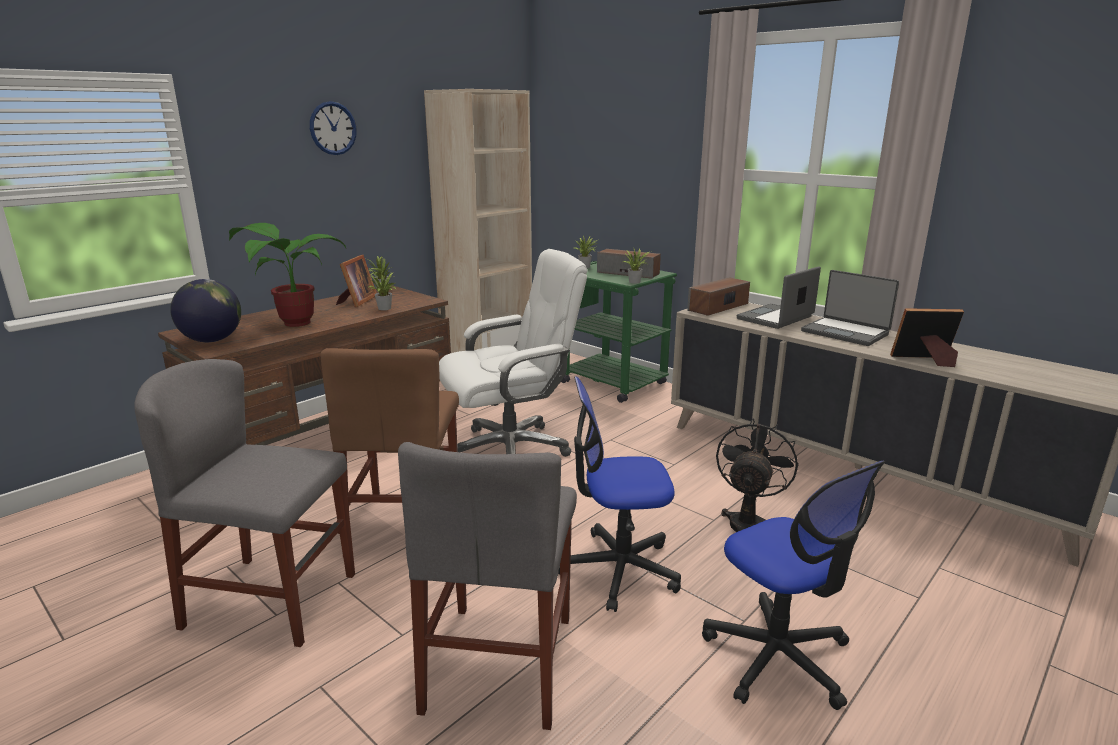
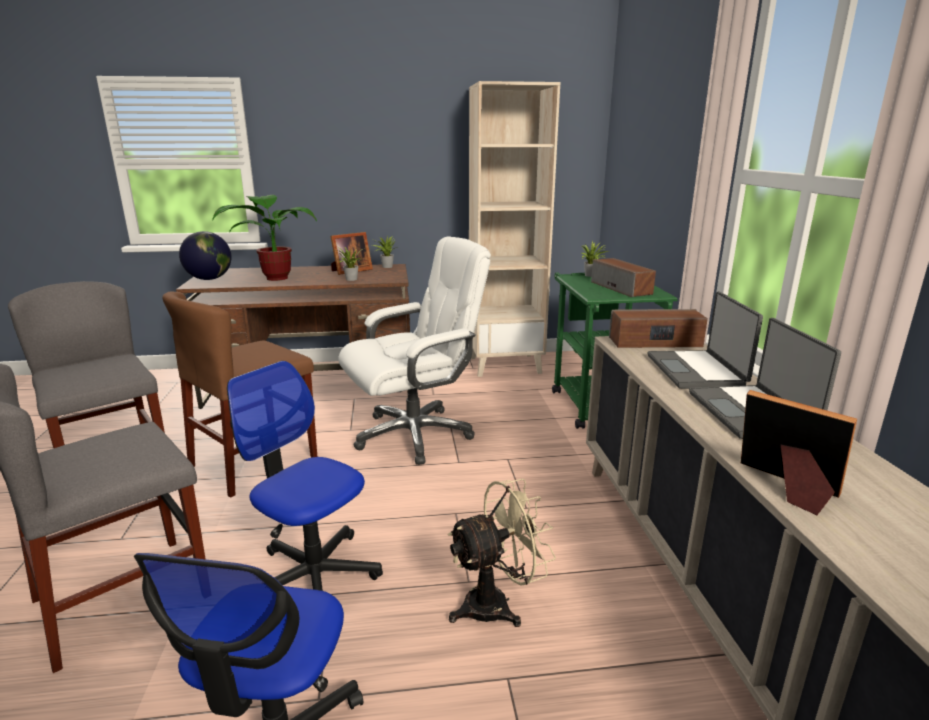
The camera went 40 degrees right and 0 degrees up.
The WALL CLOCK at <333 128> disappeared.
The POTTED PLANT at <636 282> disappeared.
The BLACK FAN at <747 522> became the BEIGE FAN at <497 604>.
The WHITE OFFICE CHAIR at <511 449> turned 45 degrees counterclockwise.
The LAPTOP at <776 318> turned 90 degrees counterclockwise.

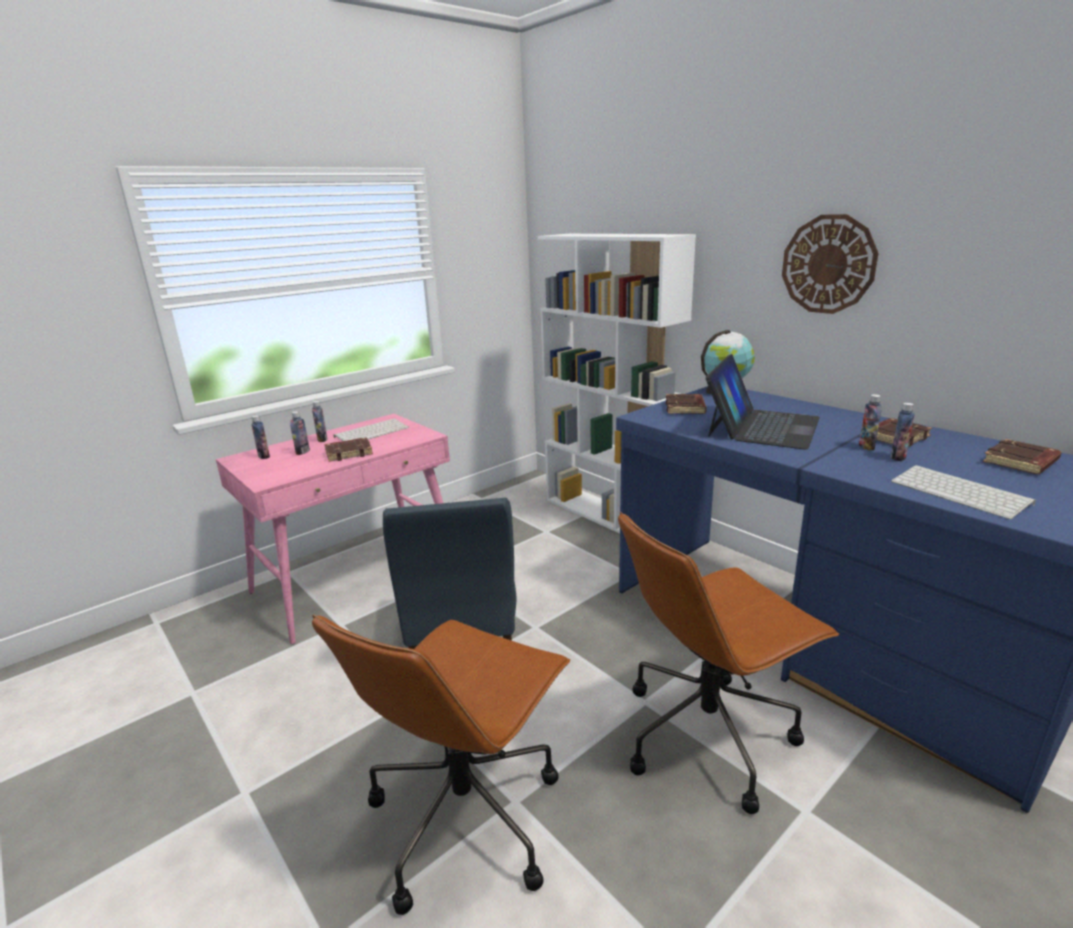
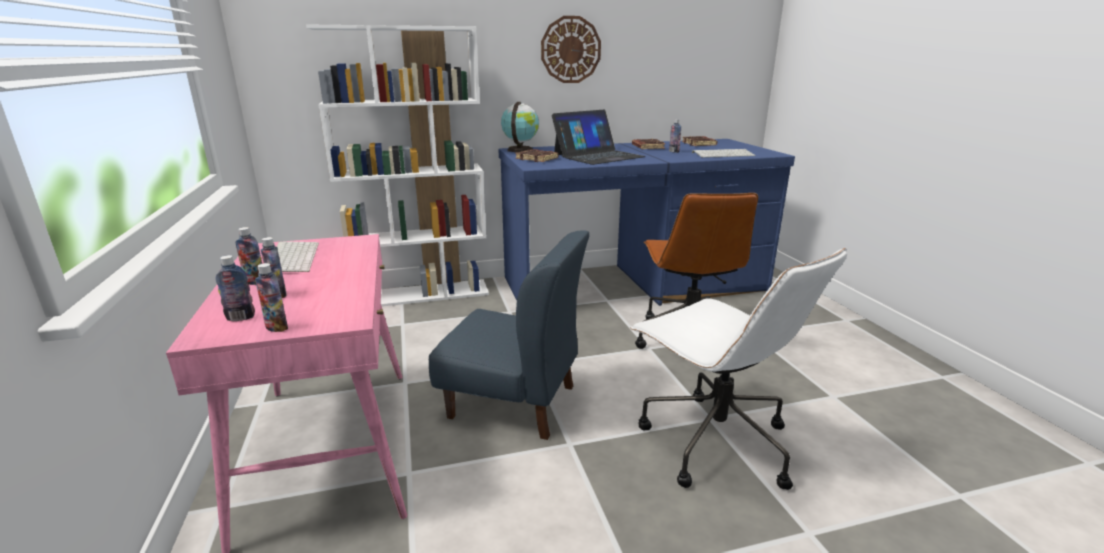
The camera went 65 degrees left and 0 degrees up.
The BROWN BOOK at <349 453> disappeared.
The BOTTLE moved from <866 447> to <276 328>.
The BROWN OFFICE CHAIR at <466 815> became the WHITE OFFICE CHAIR at <713 442>.
The LAPTOP at <762 426> turned 90 degrees clockwise.

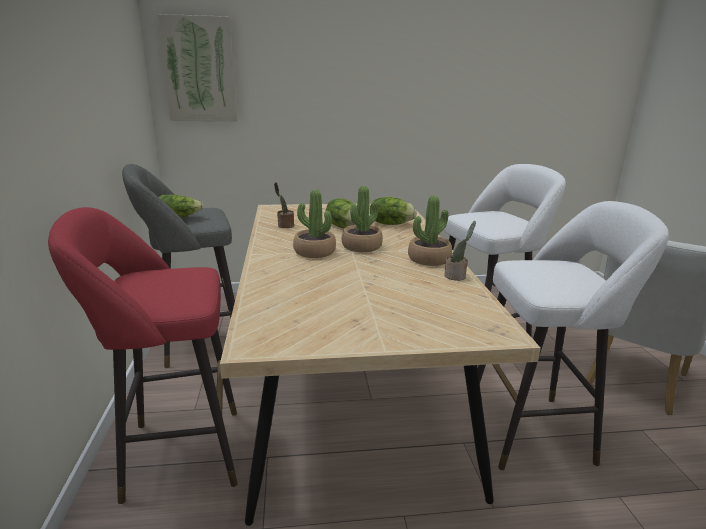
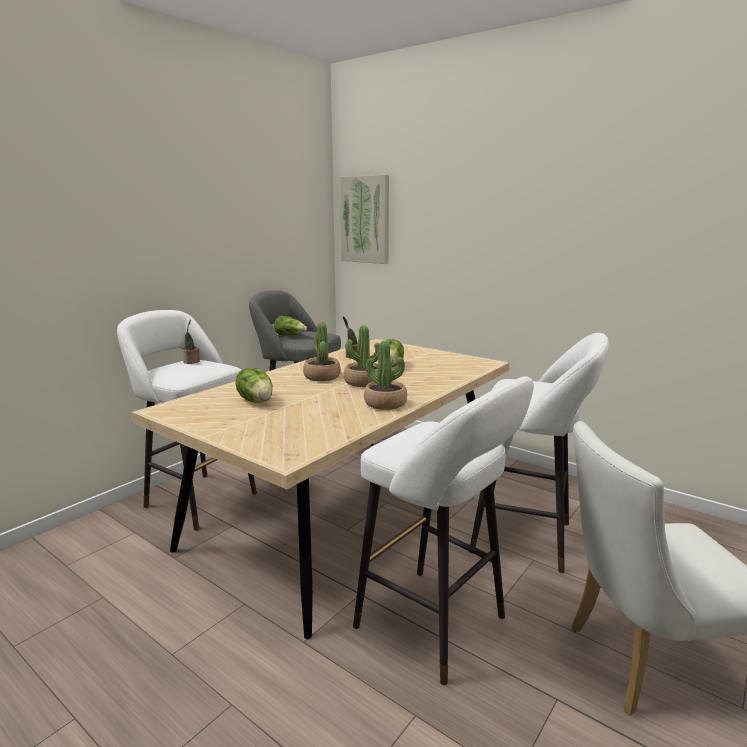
The camera went 45 degrees right and 5 degrees down.
The LETTUCE moved from <390 224> to <256 400>.
The POTTED PLANT moved from <456 276> to <192 362>.
The RED STOOL at <175 454> became the WHITE STOOL at <196 498>.

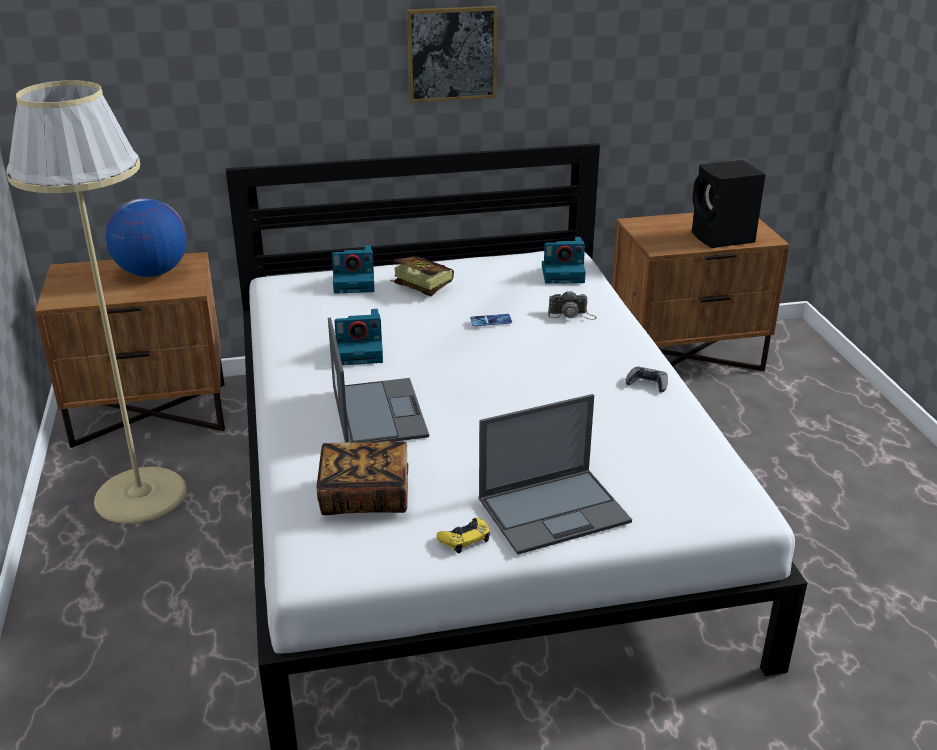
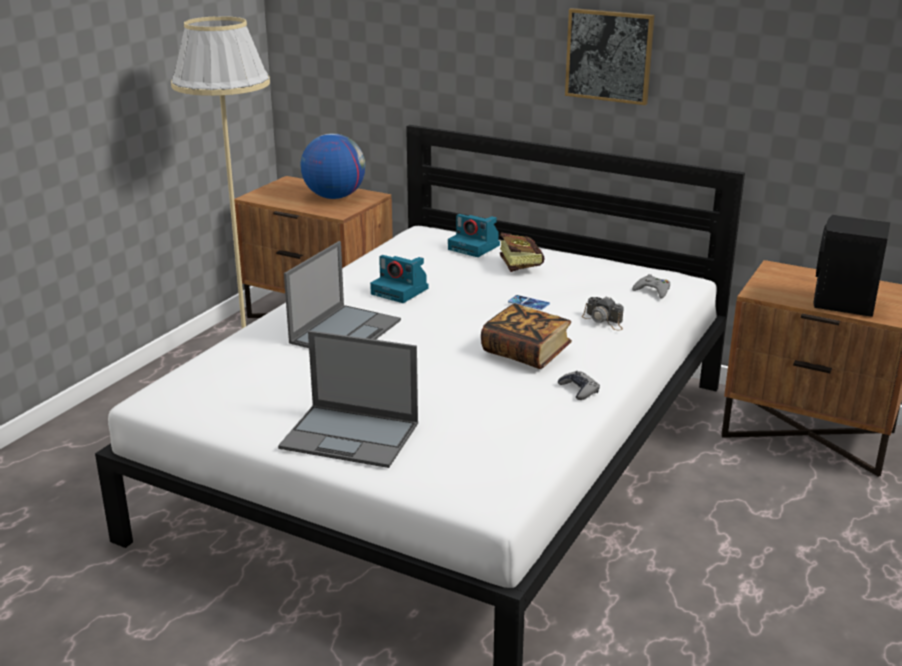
The camera went 40 degrees right and 5 degrees down.
The YELLOW GAME CONTROLLER at <464 539> disappeared.
The BOOK moved from <365 496> to <526 352>.
The PHOTO CAMERA at <564 273> was replaced by the GREY GAME CONTROLLER at <653 290>.

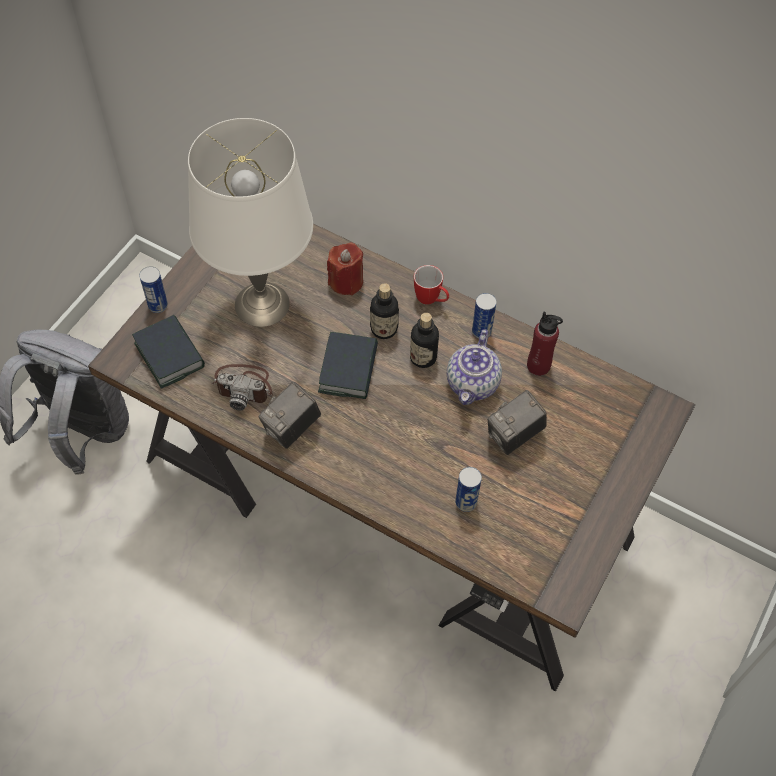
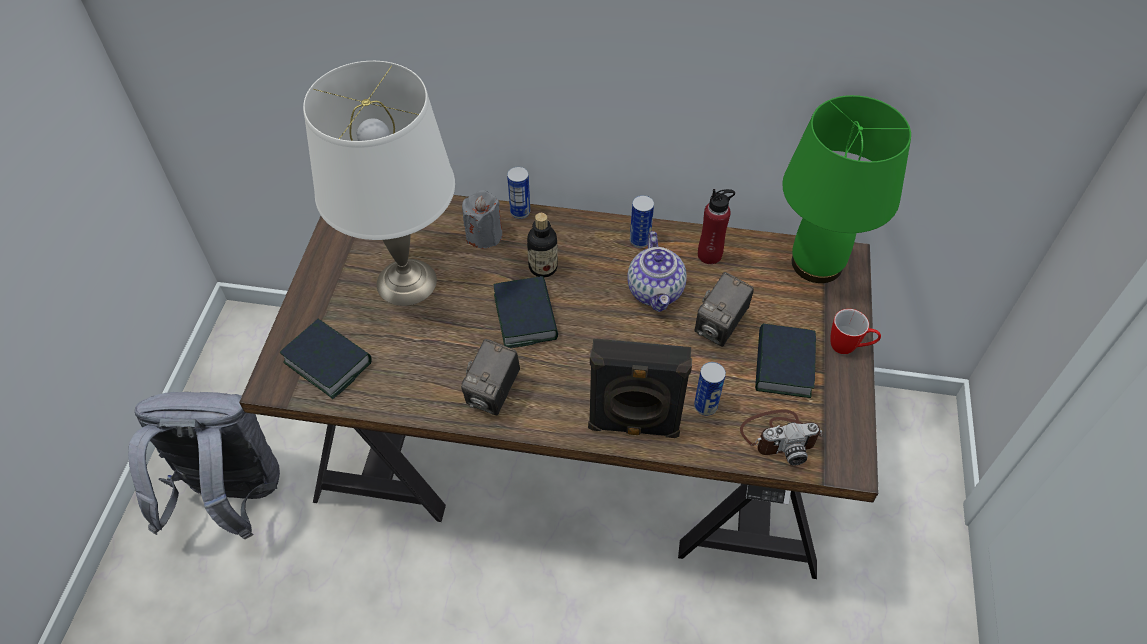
The camera went 20 degrees left and 5 degrees down.
The BOTTLE at <423 357> disappeared.
The BLACK SPEAKER at <633 426> appeared.
The BOOK at <783 365> appeared.
The GREEN TABLE LAMP at <816 264> appeared.
The CAN moved from <158 305> to <520 212>.
The PHOTO CAMERA moved from <244 386> to <779 436>.
The MUG moved from <431 300> to <849 347>.
The RED CANDLE at <346 281> became the GREY CANDLE at <484 235>.

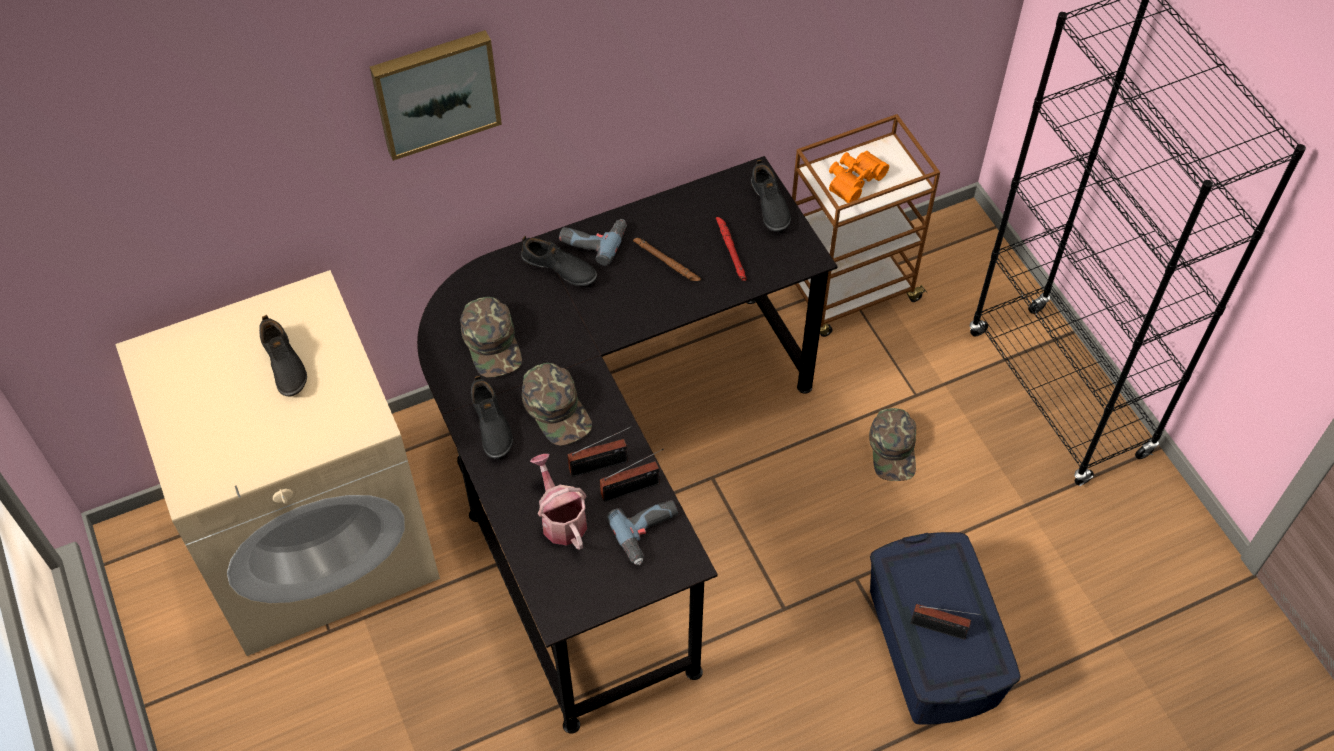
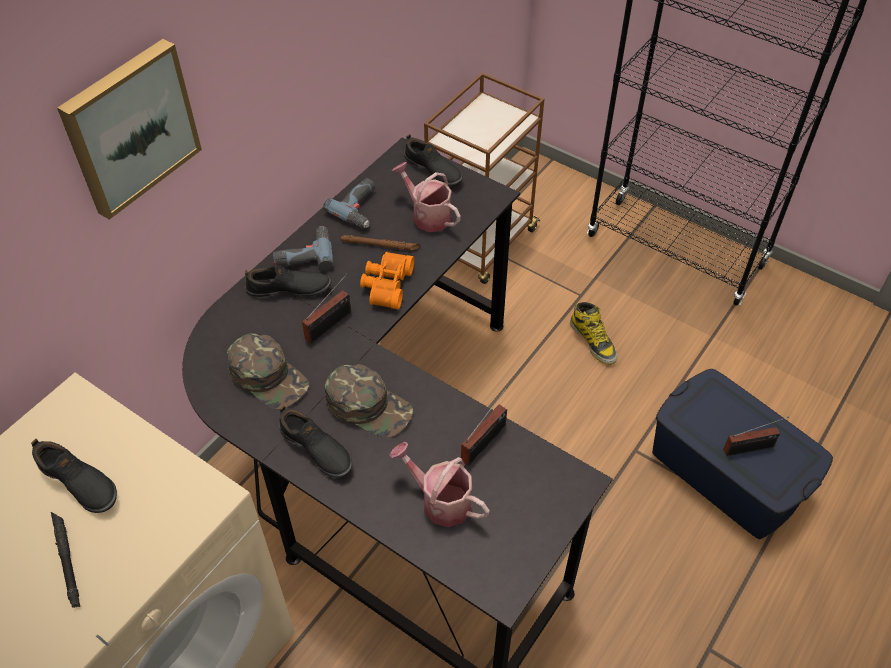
The camera went 30 degrees left and 5 degrees down.
The BLACK FLASHLIGHT at <67 560> appeared.
The RADIO moved from <602 465> to <331 324>.
The POWER DRILL moved from <649 533> to <360 208>.
The ORANGE BINOCULARS moved from <853 180> to <385 285>.
The RED FLASHLIGHT at <731 251> was replaced by the WATERING CAN at <427 215>.
The GREEN CAP at <893 449> was replaced by the BOOT at <593 341>.

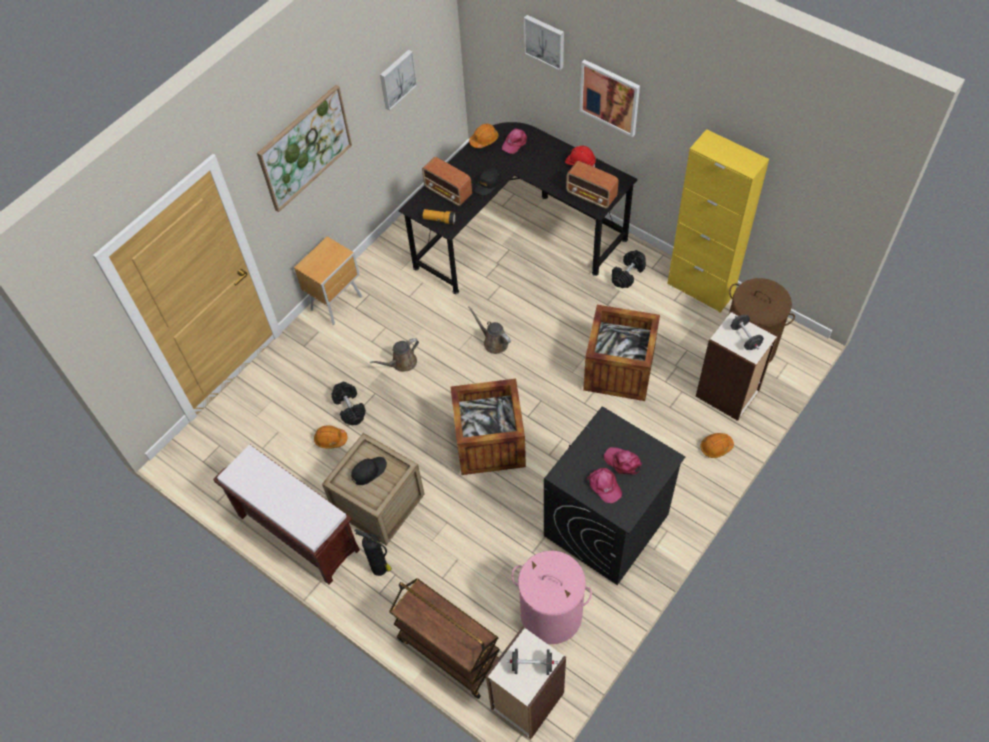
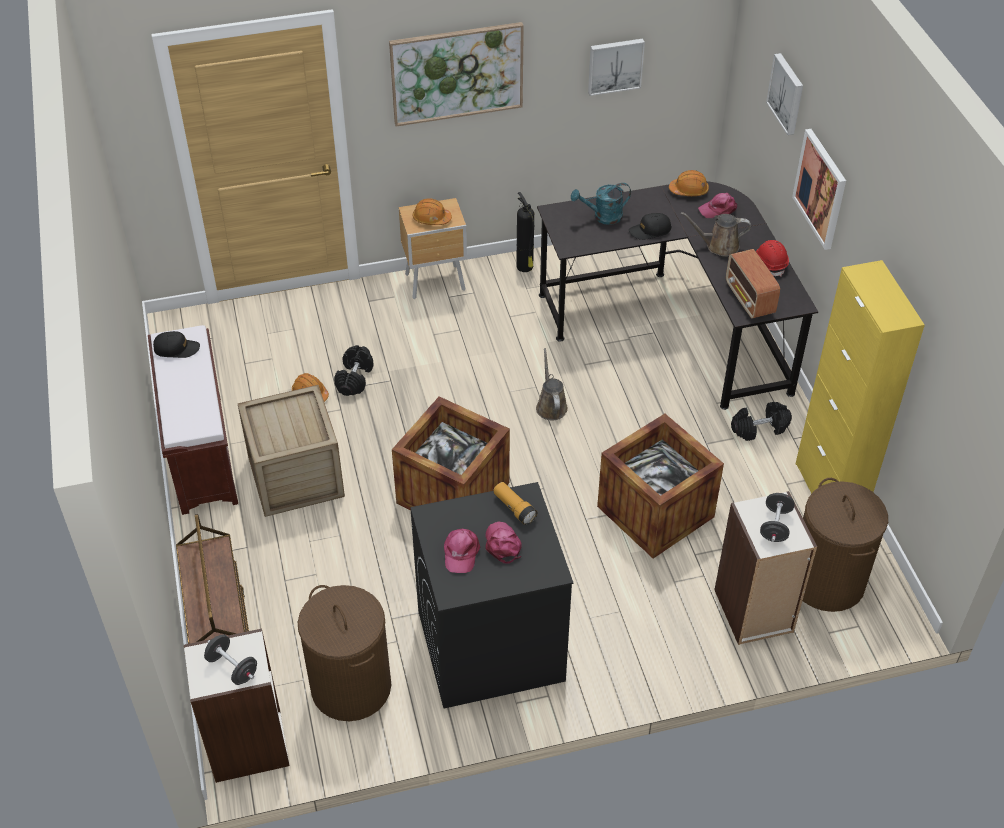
The camera went 35 degrees right and 10 degrees down.
The BLACK CAP moved from <369 471> to <176 349>.
The FIRE EXTINGUISHER moved from <380 568> to <525 267>.
The BROWN WATERING CAN moved from <402 363> to <719 246>.
The FLASHLIGHT moved from <439 220> to <514 508>.
The ORANGE HARD HAT moved from <716 447> to <431 218>.
The RADIO at <448 192> was replaced by the TURQUOISE WATERING CAN at <602 217>.
The PINK LAUNDRY BASKET at <551 614> became the BROWN LAUNDRY BASKET at <350 687>.

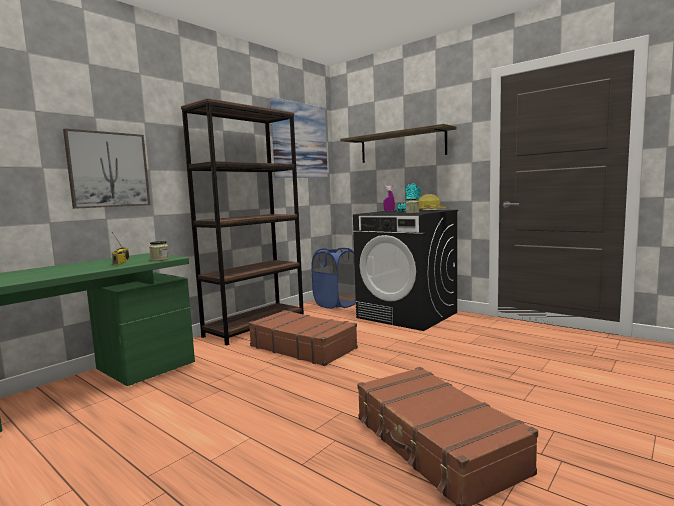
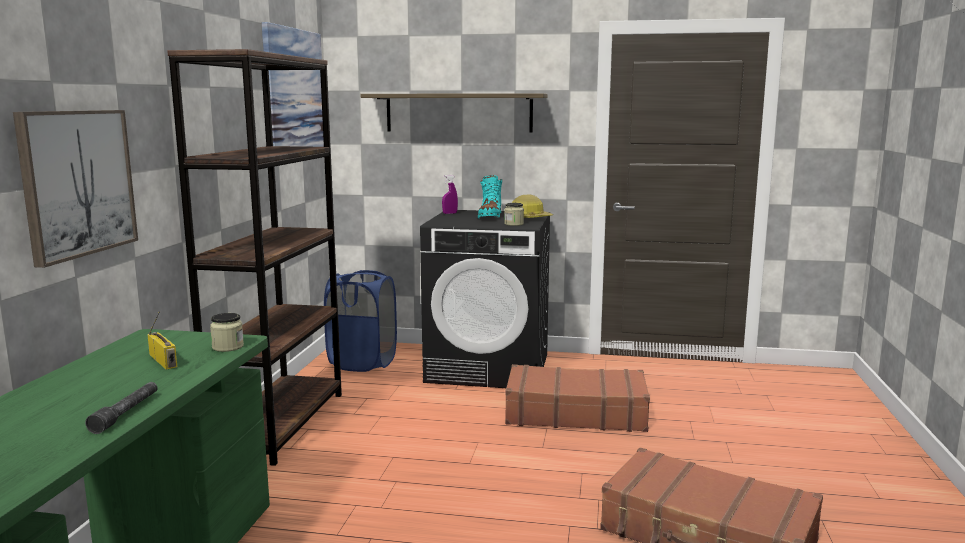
The camera went 30 degrees left and 5 degrees up.
The GREY FLASHLIGHT at <126 413> appeared.
The BROWN SUITCASE moved from <303 347> to <575 413>.

